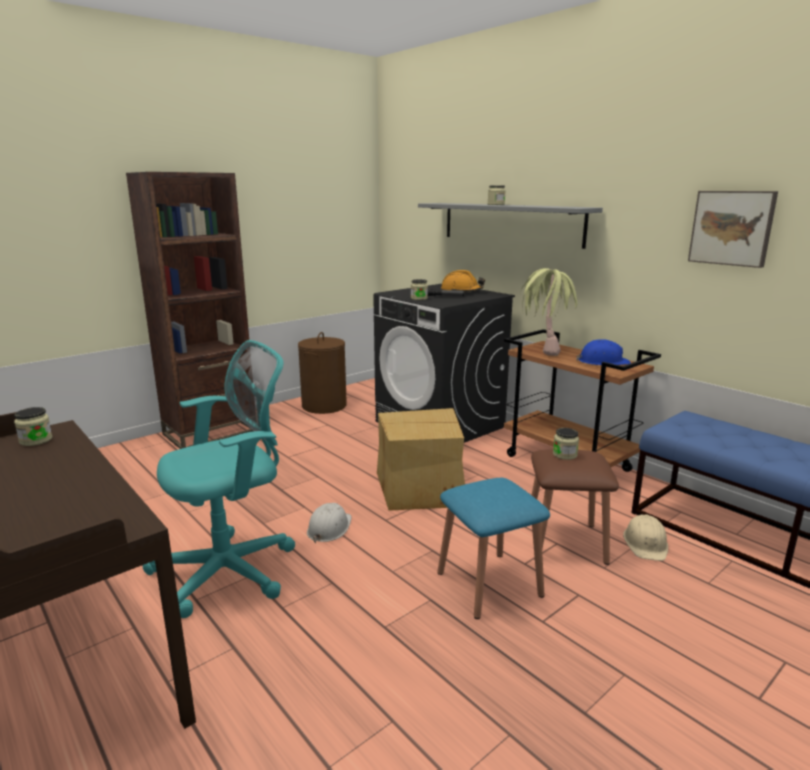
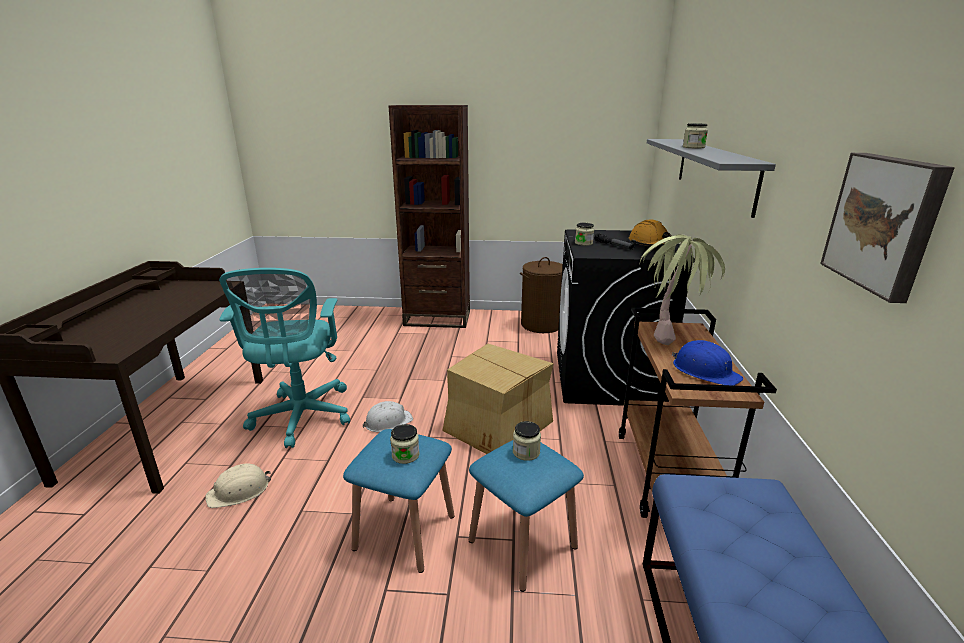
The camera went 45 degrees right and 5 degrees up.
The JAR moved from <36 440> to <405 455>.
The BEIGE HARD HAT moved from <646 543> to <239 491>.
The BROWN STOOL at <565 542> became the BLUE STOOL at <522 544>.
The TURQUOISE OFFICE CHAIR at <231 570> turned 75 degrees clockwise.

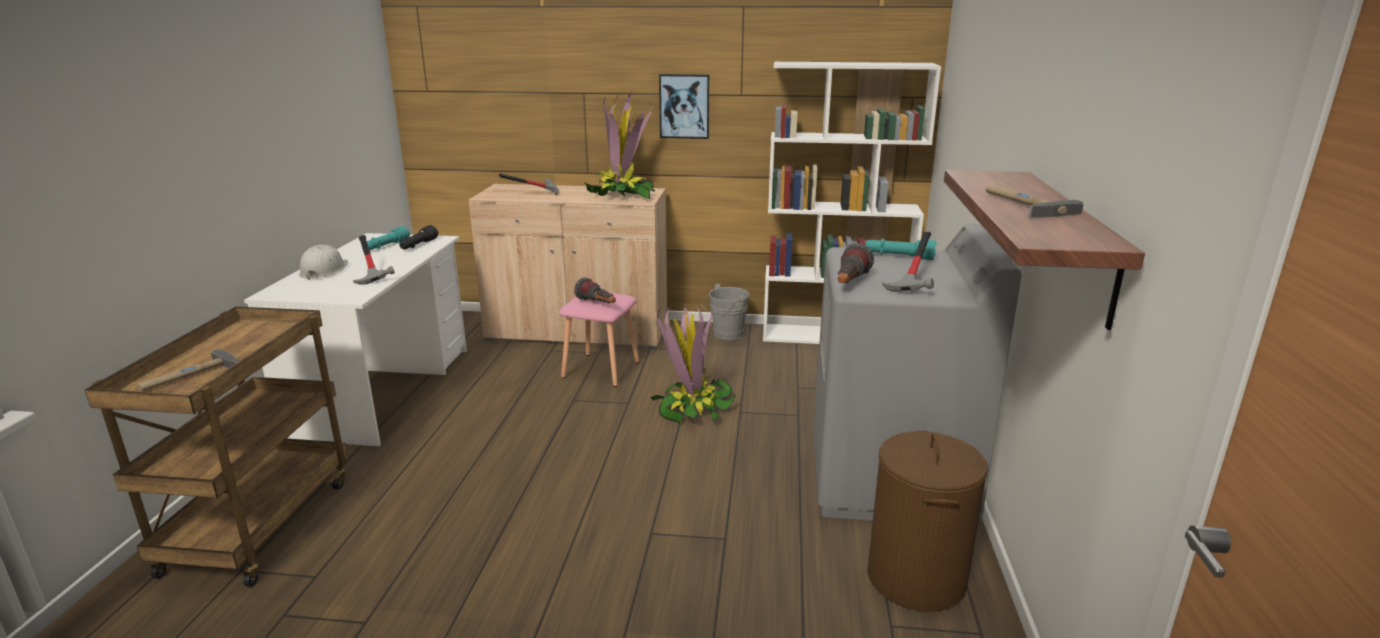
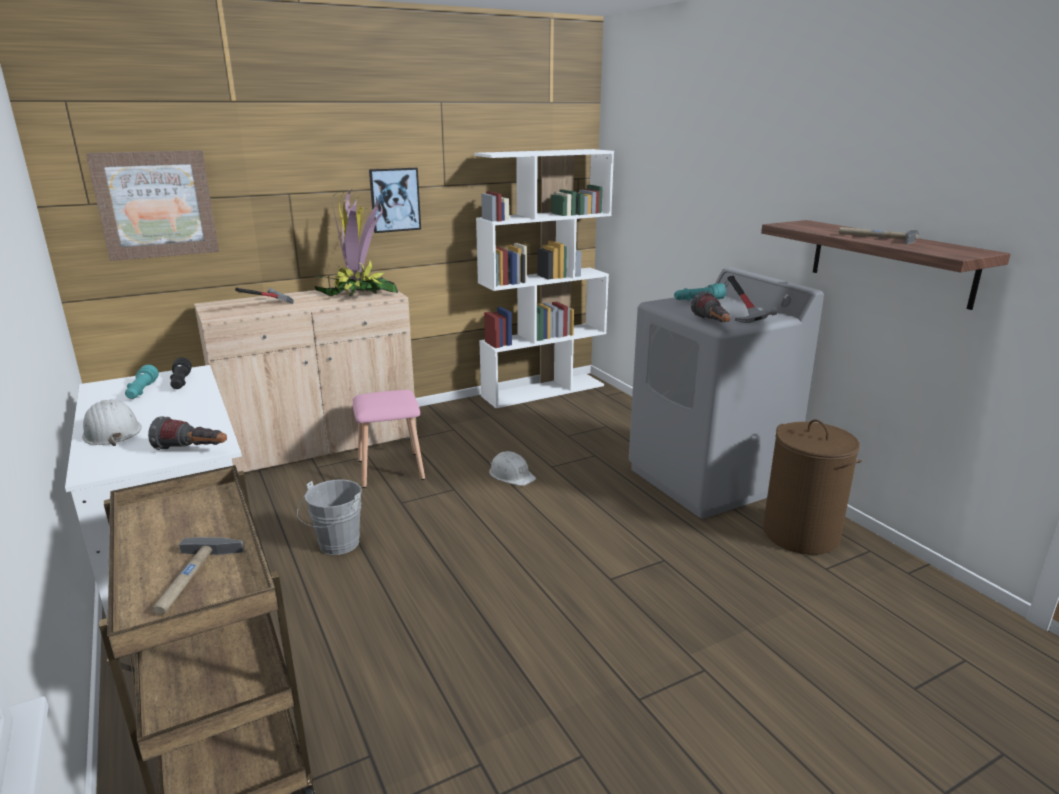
The camera went 35 degrees left and 0 degrees up.
The HAMMER at <374 274> disappeared.
The PICTURE at <156 204> appeared.
The FLASHLIGHT moved from <597 304> to <193 451>.
The GREY BUCKET moved from <725 334> to <336 546>.
The POTTED PLANT at <692 407> was replaced by the WHITE HARD HAT at <511 475>.

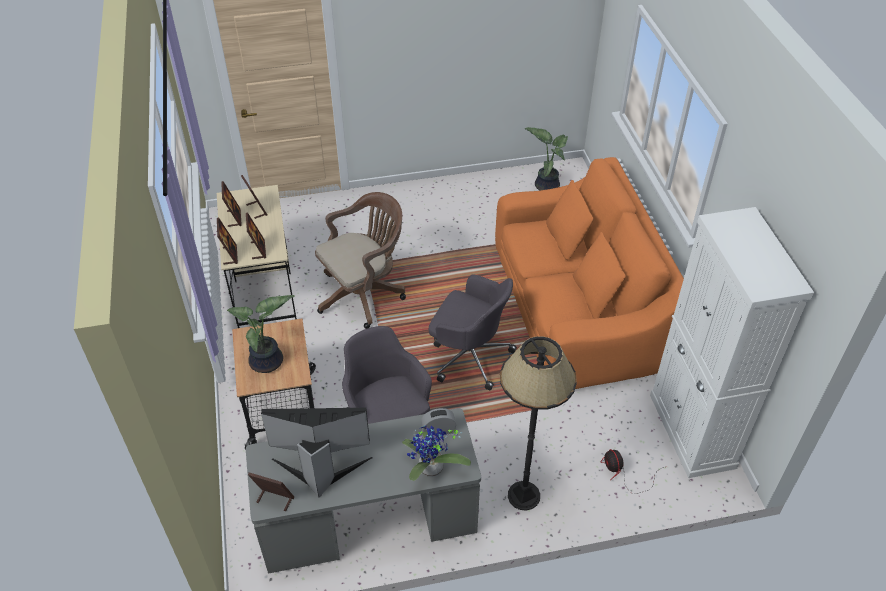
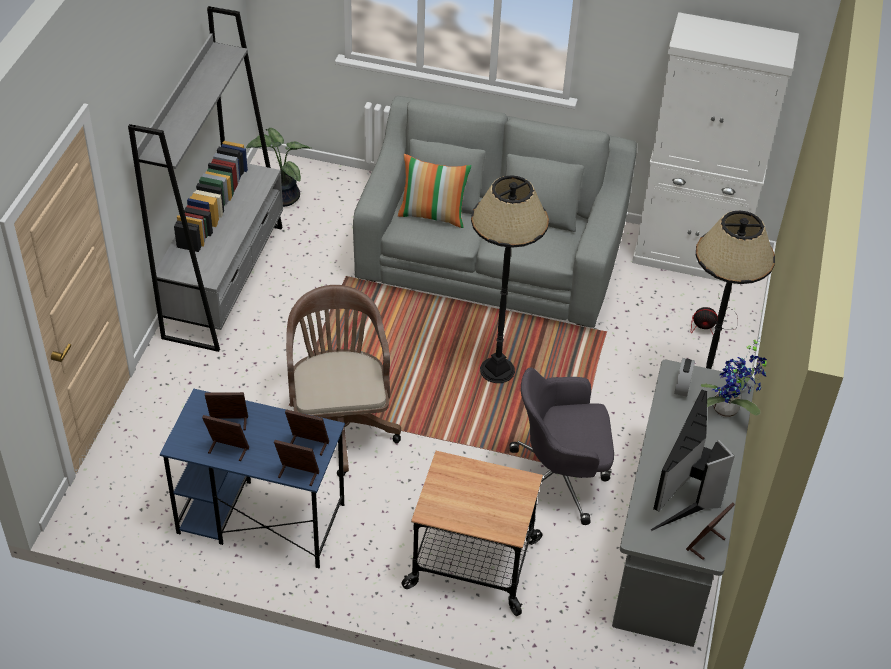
The camera went 65 degrees left and 0 degrees up.
The POTTED PLANT at <268 363> disappeared.
The GREY BOOKCASE at <224 280> appeared.
The PILLOW at <433 215> appeared.
The GREY OFFICE CHAIR at <469 356> was replaced by the BLACK FLOOR LAMP at <497 371>.
The BEIGE DESK at <264 289> became the BLUE DESK at <259 518>.
The ORANGE SOFA at <577 310> became the GREY SOFA at <489 261>.

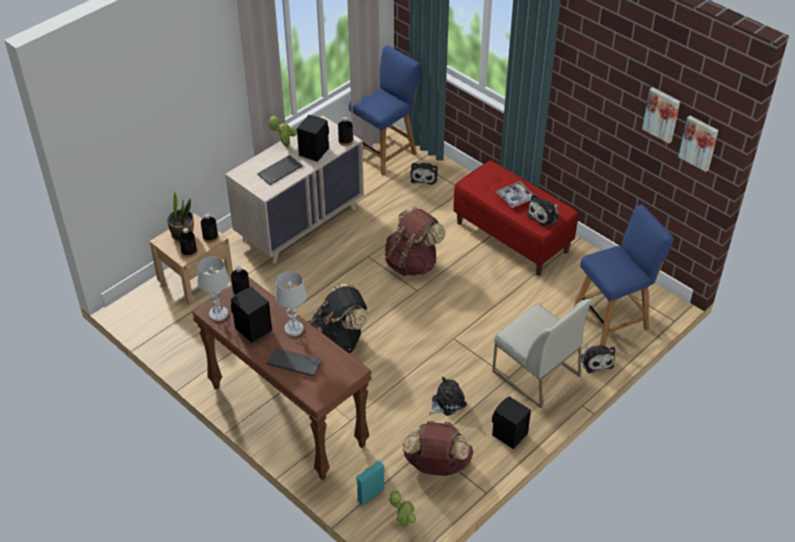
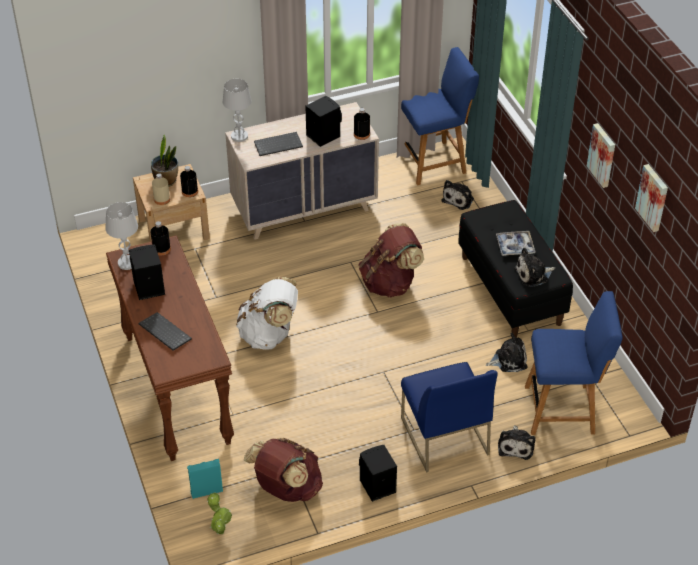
The camera went 25 degrees right and 0 degrees up.
The POTTED PLANT at <284 145> disappeared.
The WHITE TABLE LAMP moved from <293 329> to <239 136>.
The PLUSH TOY moved from <447 402> to <508 360>.
The PICTURE moved from <699 142> to <603 155>.
The BLACK BOTTLE at <189 252> became the BEIGE BOTTLE at <162 199>.
The BLACK BACKPACK at <339 341> became the WHITE BACKPACK at <269 335>.
The RED BENCH at <512 237> became the BLACK BENCH at <511 290>.
The WHITE CHAIR at <535 373> became the BLUE CHAIR at <443 435>.

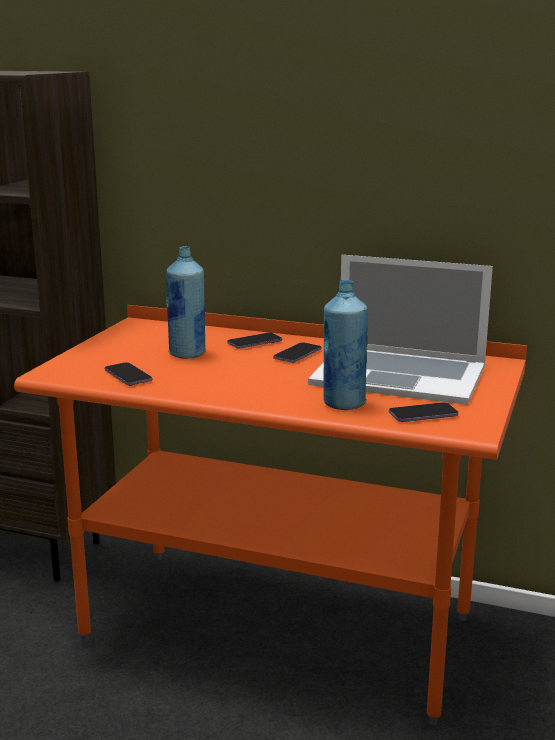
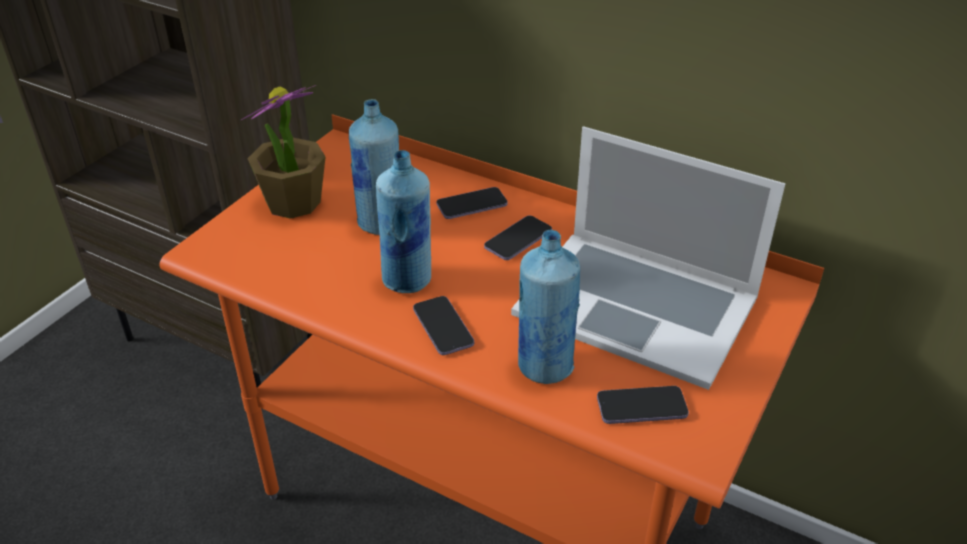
The camera went 10 degrees right and 20 degrees up.
The POTTED PLANT at <293 203> appeared.
The BLUE BOTTLE at <408 280> appeared.
The PHONE moved from <128 376> to <443 327>.

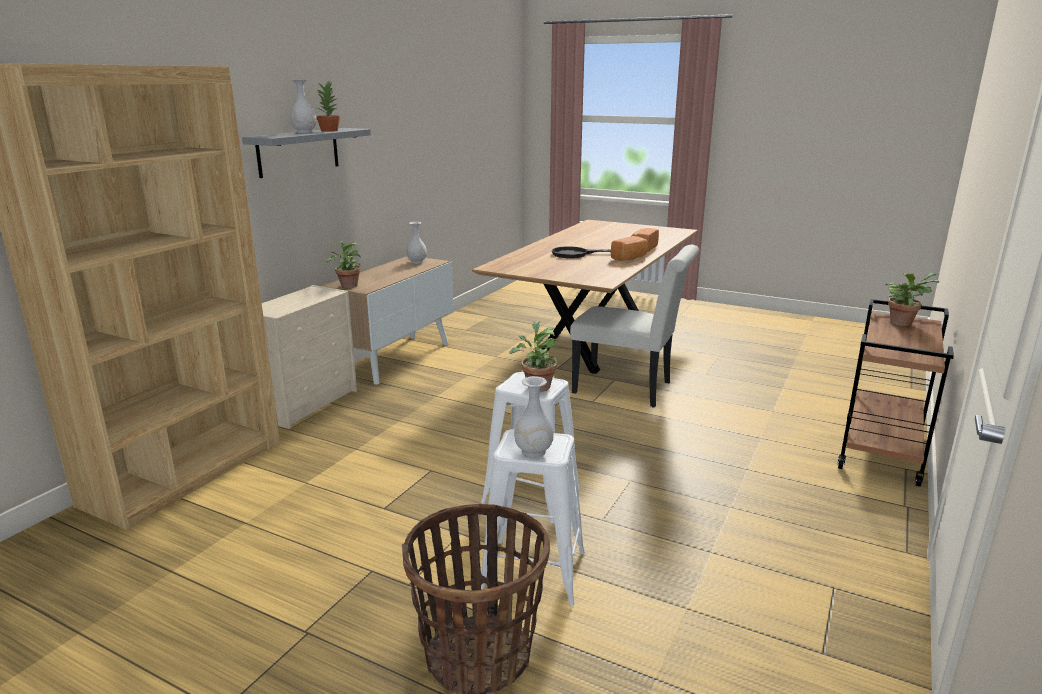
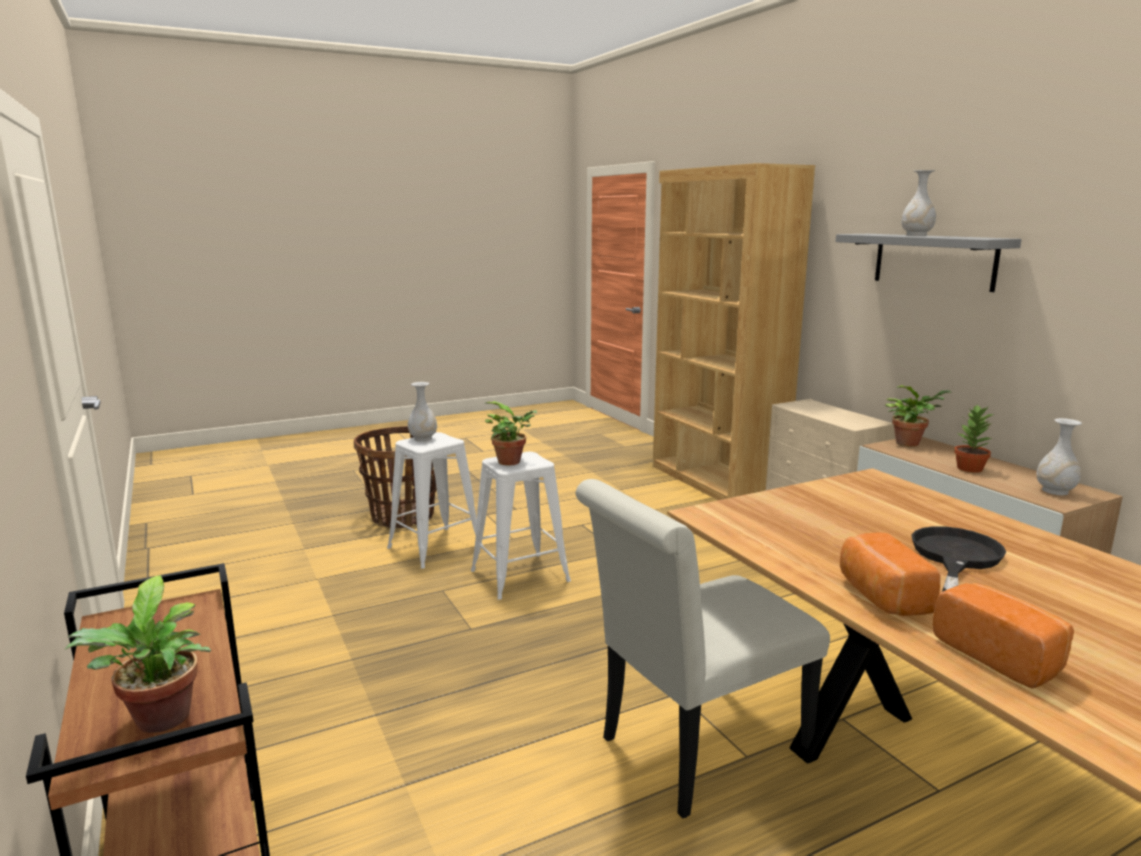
The camera went 125 degrees right and 5 degrees down.
The POTTED PLANT moved from <330 130> to <969 469>.

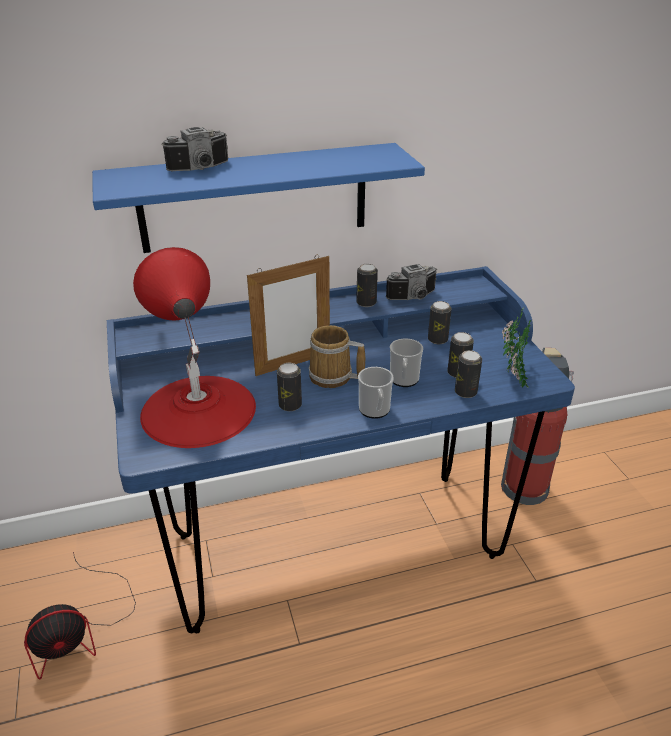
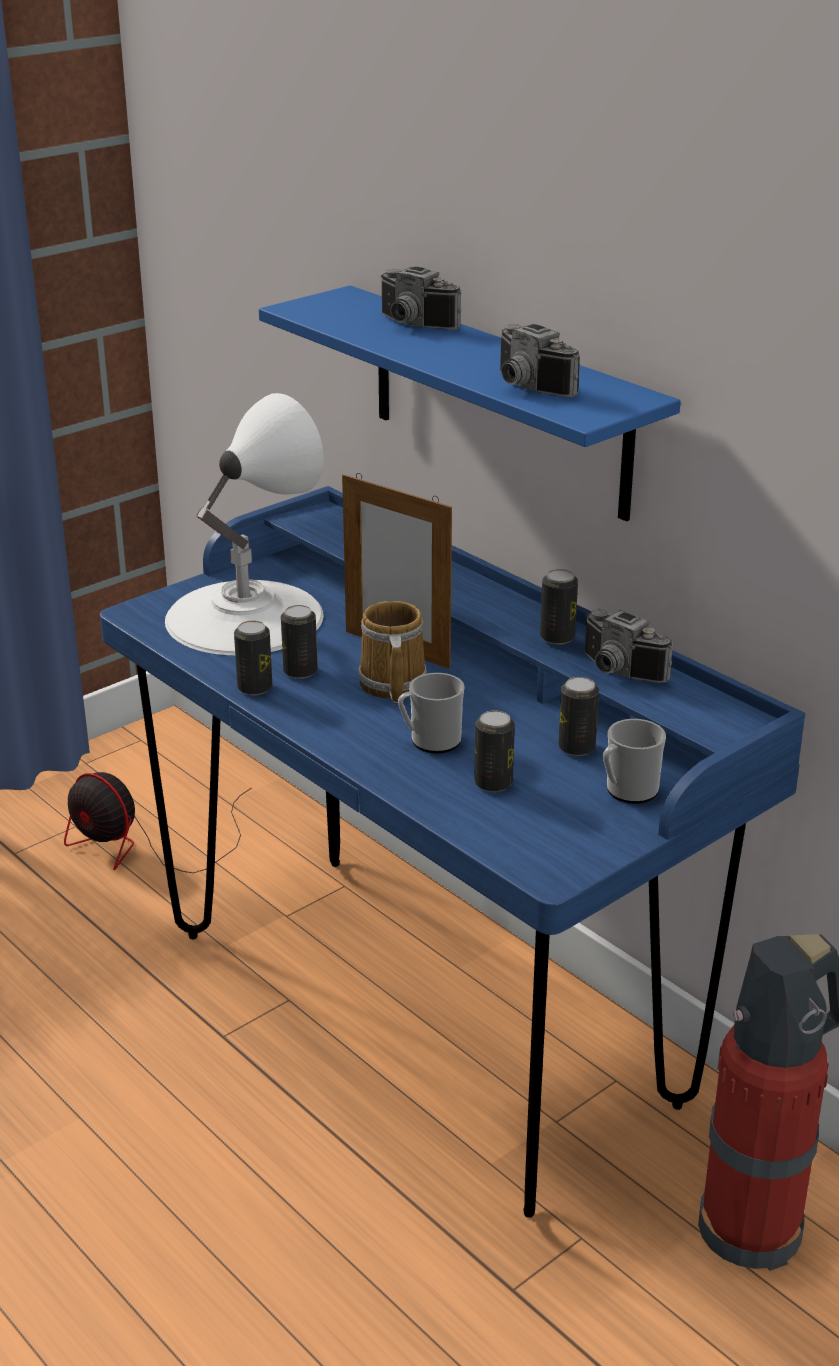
The camera went 65 degrees right and 5 degrees down.
The POTTED PLANT at <513 378> disappeared.
The PHOTO CAMERA at <526 388> appeared.
The MUG moved from <375 411> to <627 791>.
The CAN moved from <465 392> to <255 688>.
The RED TABLE LAMP at <198 409> became the WHITE TABLE LAMP at <244 616>.

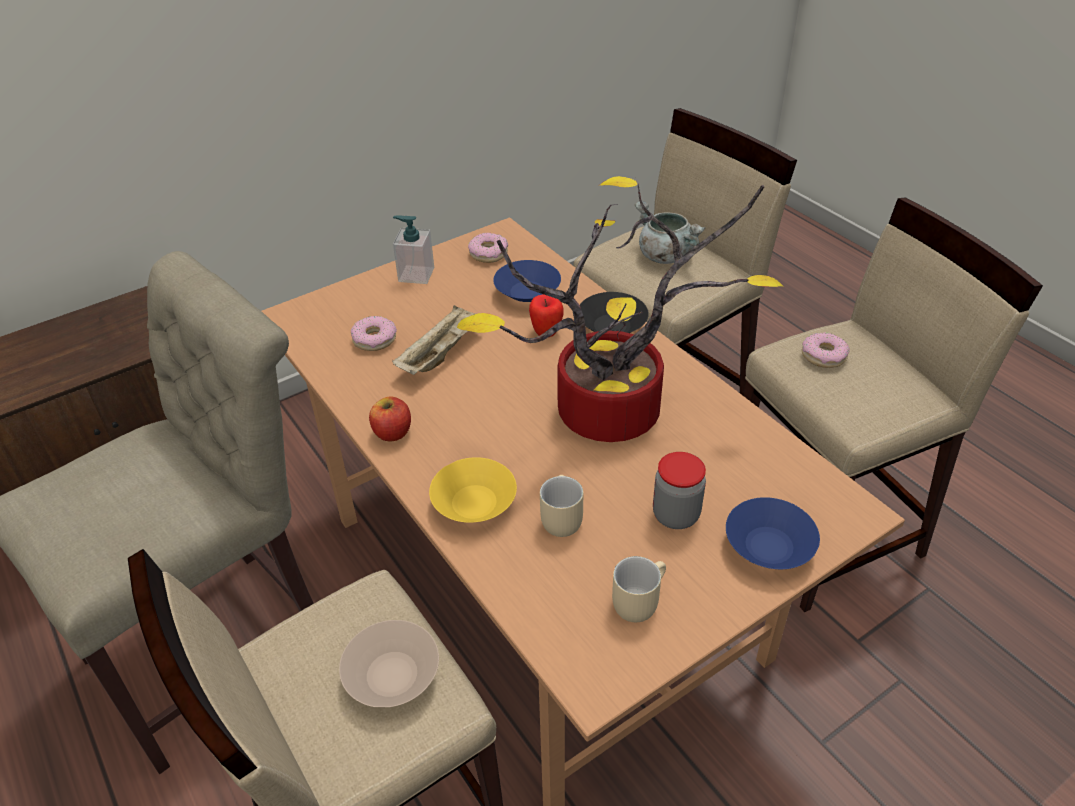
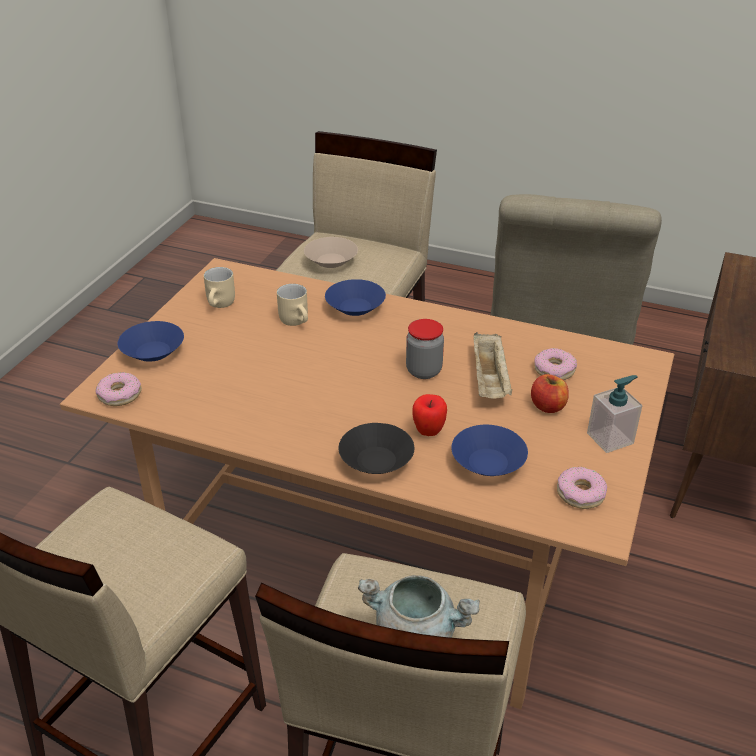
The camera went 145 degrees right and 5 degrees down.
The POTTED PLANT at <605 417> disappeared.
The APPLE moved from <392 432> to <548 406>.
The JAR moved from <676 515> to <424 371>.
The DONUT moved from <823 356> to <120 395>.
The YELLOW BOWL at <474 503> became the BLUE BOWL at <355 309>.

